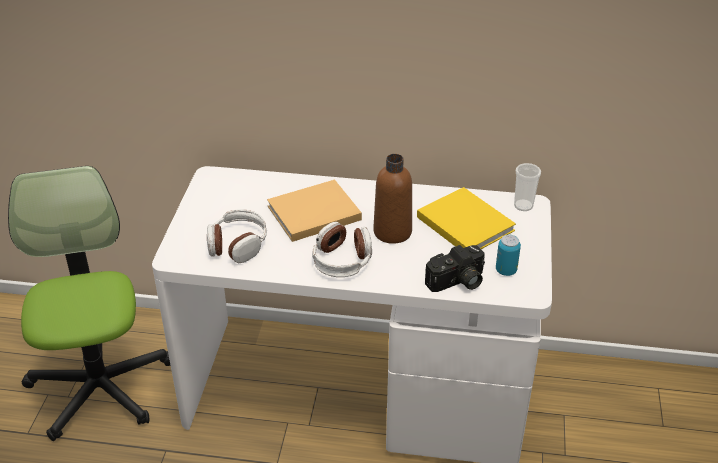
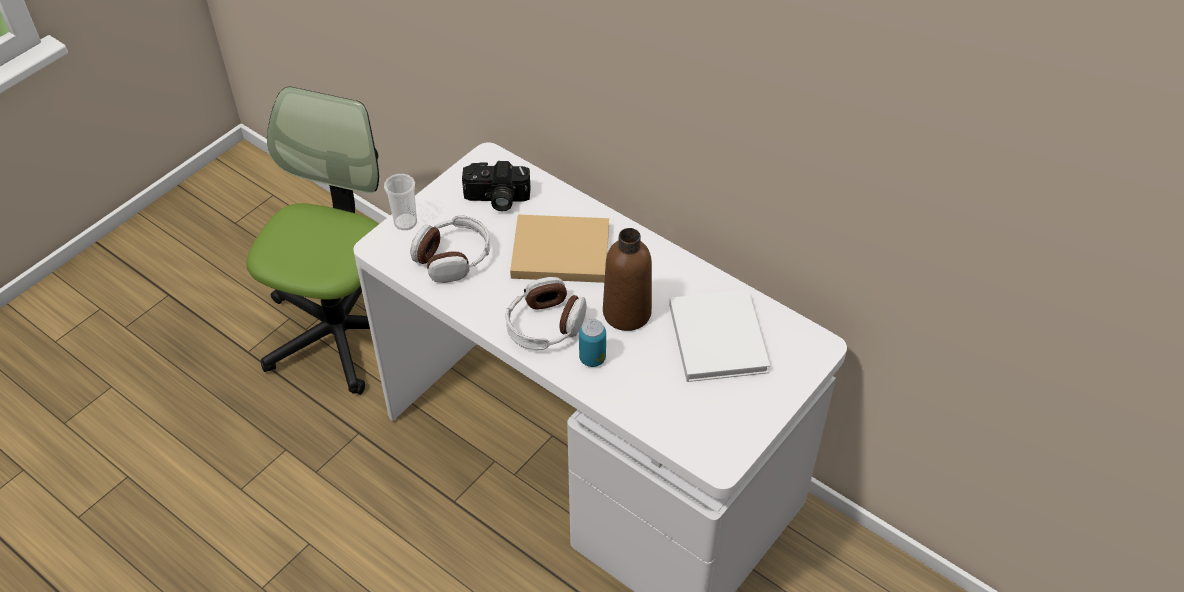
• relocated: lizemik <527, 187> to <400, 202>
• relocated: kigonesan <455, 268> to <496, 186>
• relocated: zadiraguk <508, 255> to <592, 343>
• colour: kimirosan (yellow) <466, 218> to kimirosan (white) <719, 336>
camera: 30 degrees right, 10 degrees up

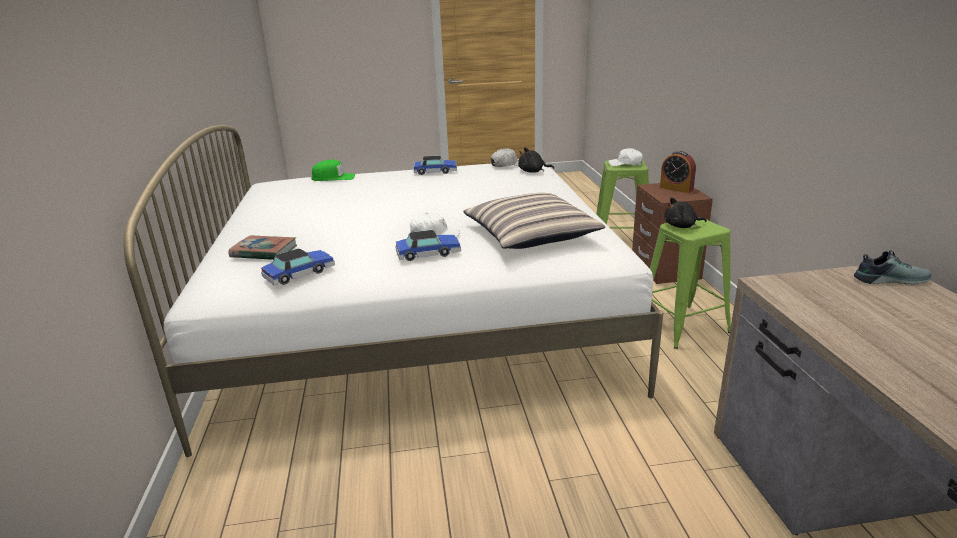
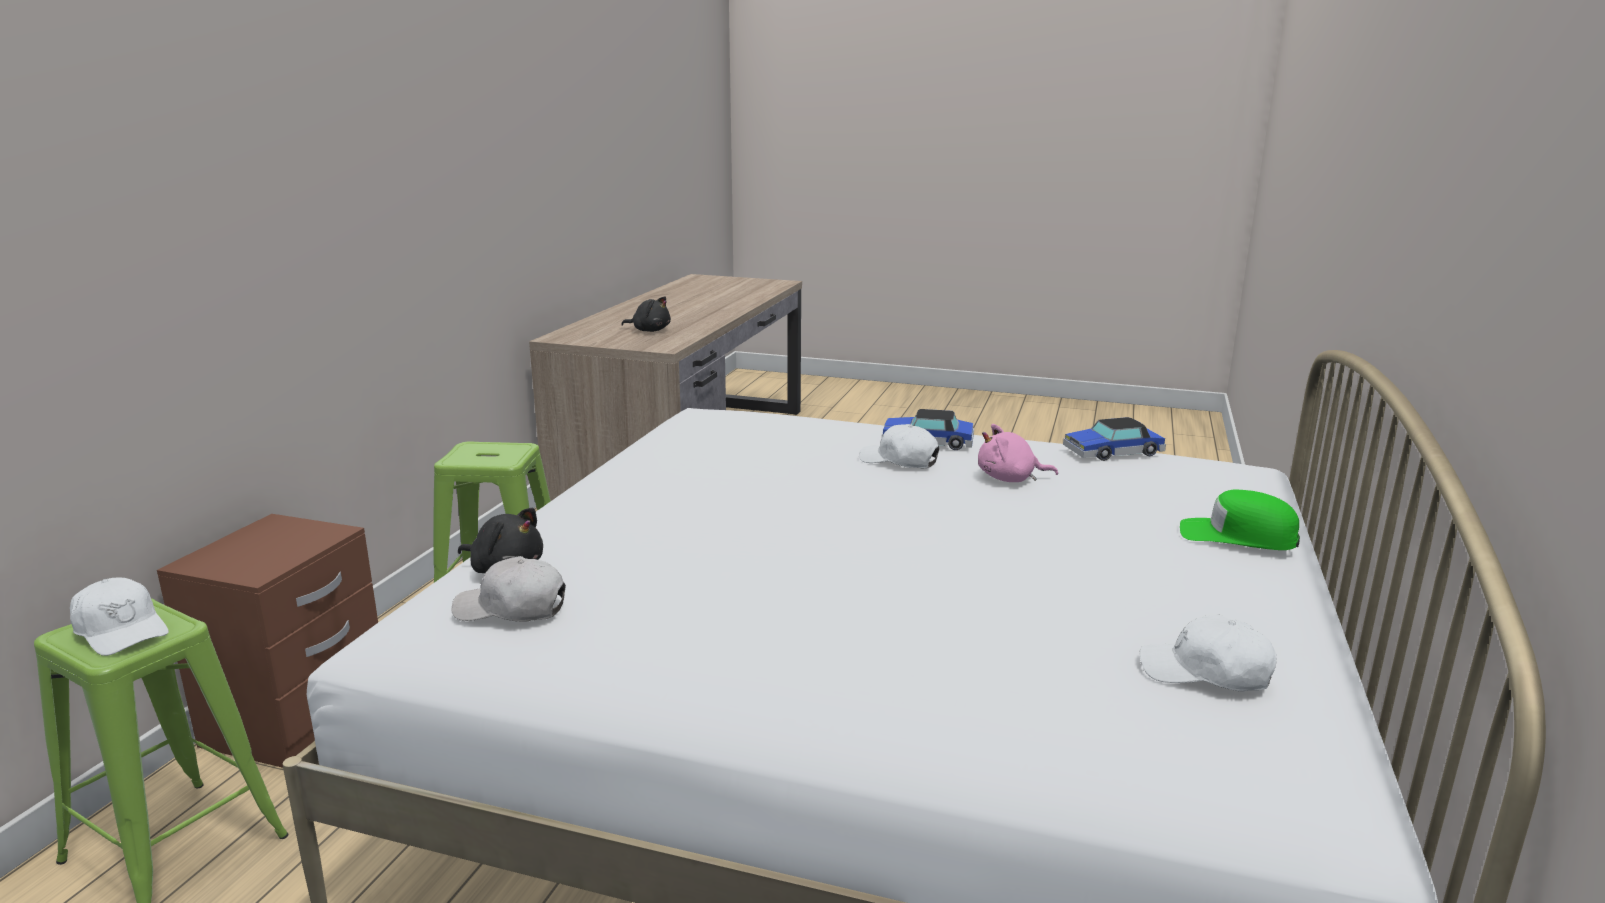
• relocated: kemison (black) <685, 212> to <646, 314>
• appeared: kemison (pink) <1018, 453>
• appeared: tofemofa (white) <1208, 652>
• relocated: tofemofa (green) <333, 170> to <1240, 520>
• missing: kimirosan <262, 247>
• missing: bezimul <435, 165>
• missing: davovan <534, 221>
• missing: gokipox <678, 172>
• missing: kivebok <892, 267>
camera: 155 degrees left, 5 degrees down

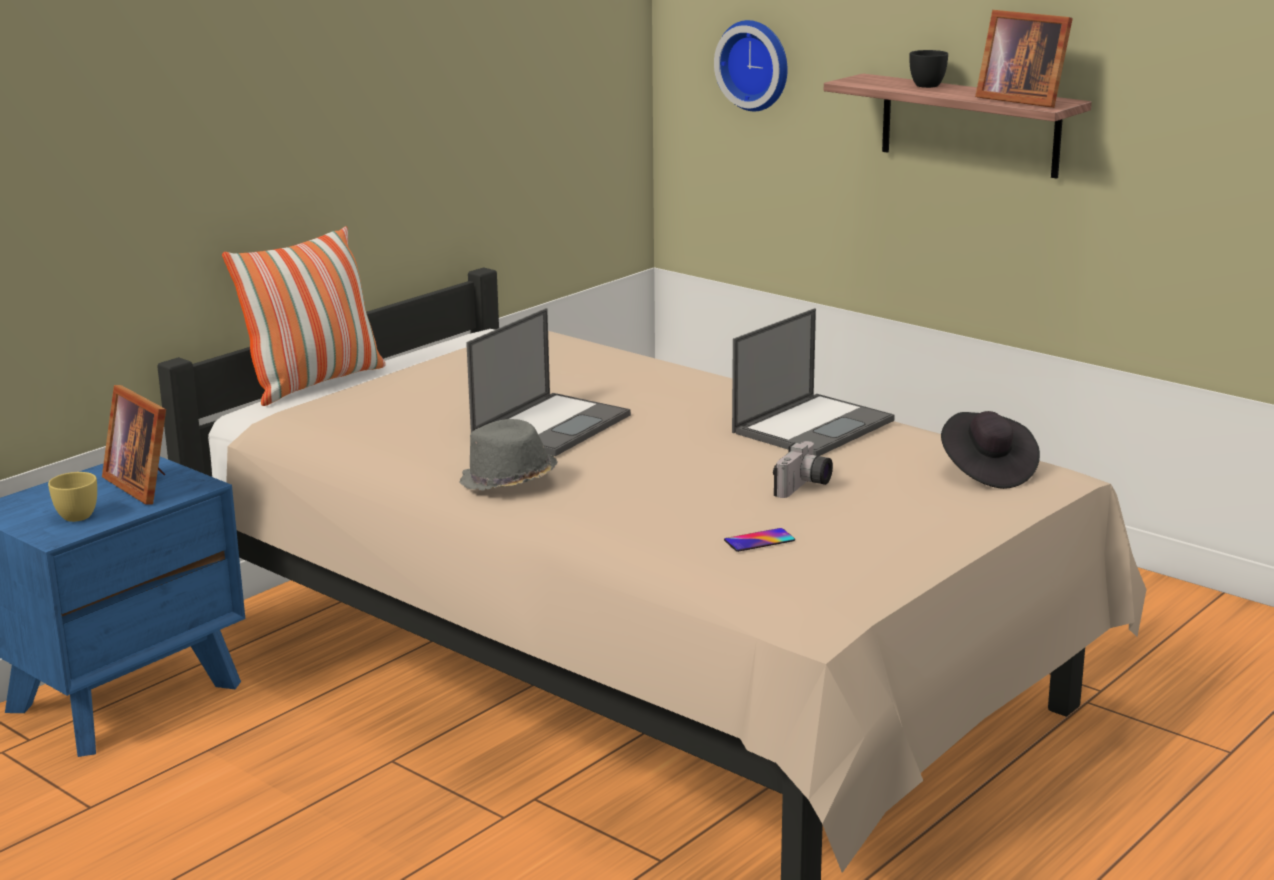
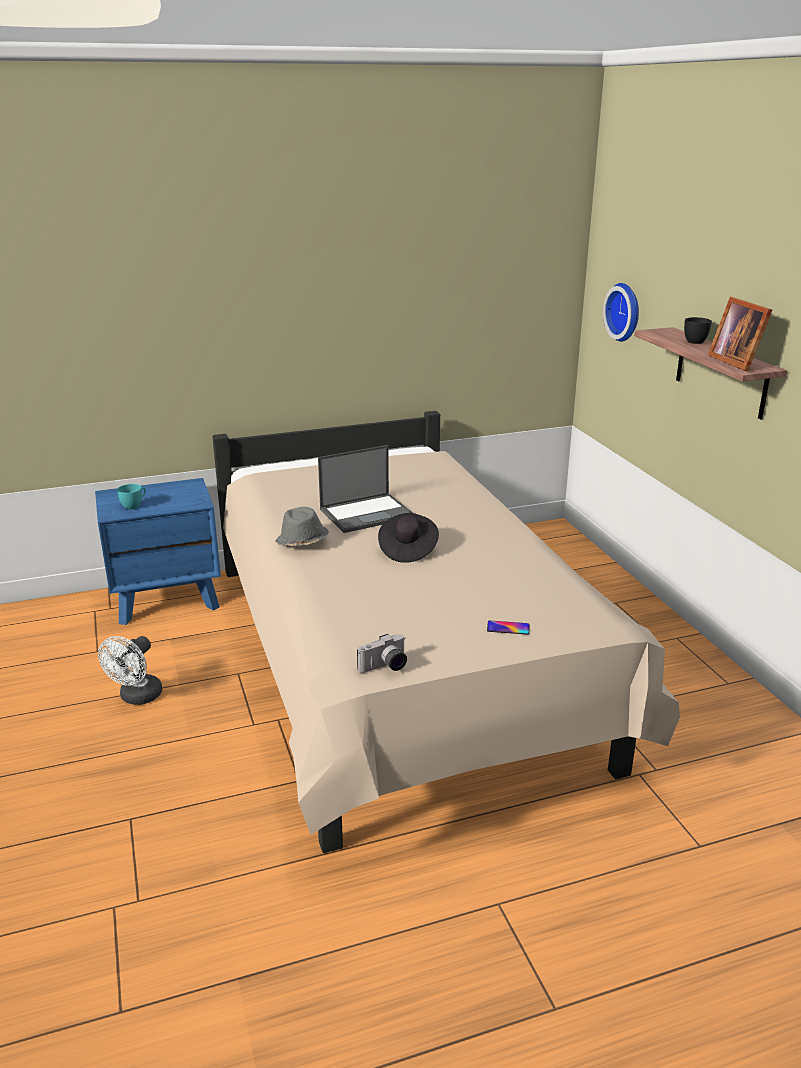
• appeared: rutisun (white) <130, 670>
• colour: lizemik (yellow) <72, 497> to lizemik (turquoise) <131, 496>
• relocated: kigonesan <803, 469> to <382, 653>
• relocated: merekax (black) <990, 450> to <408, 538>
• relocated: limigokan <759, 540> to <508, 627>
• missing: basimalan <134, 445>
• missing: davovan <304, 316>
• missing: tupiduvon <813, 382>
camera: 30 degrees right, 5 degrees up

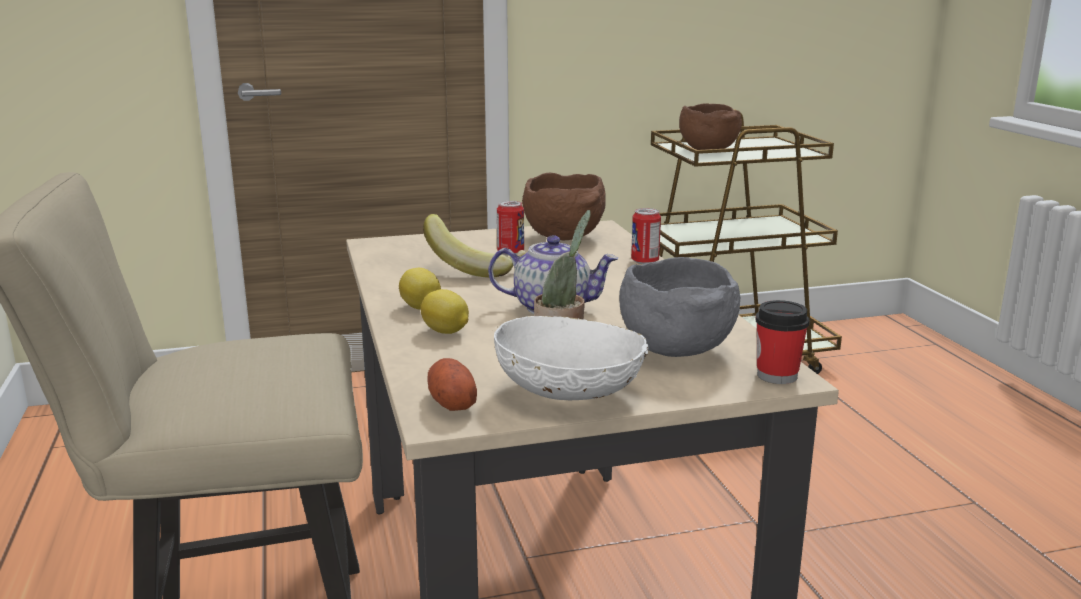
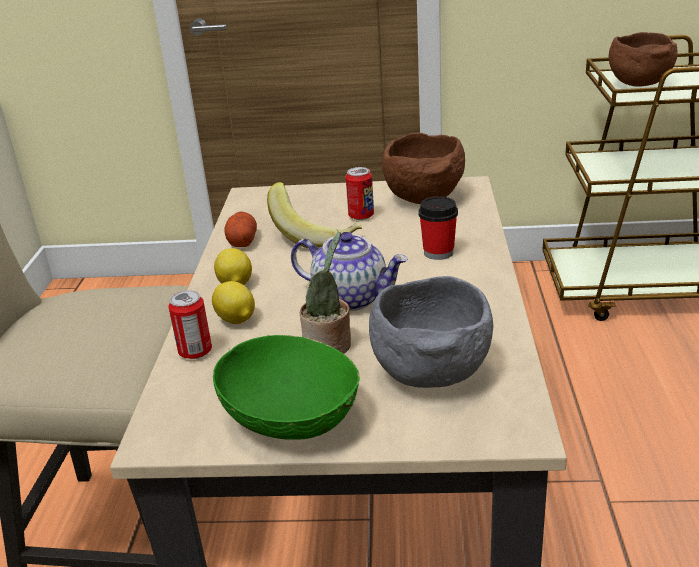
• relocated: zadiraguk <646, 236> to <190, 324>
• colour: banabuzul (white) <571, 358> to banabuzul (green) <286, 387>
• relocated: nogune <452, 384> to <240, 229>
• relocated: lizemik <782, 342> to <438, 228>
camera: 20 degrees right, 10 degrees up

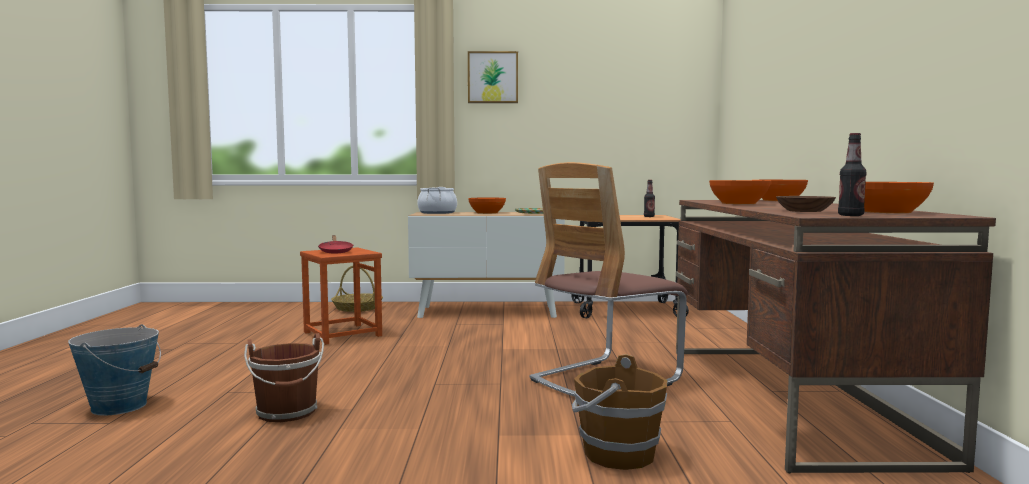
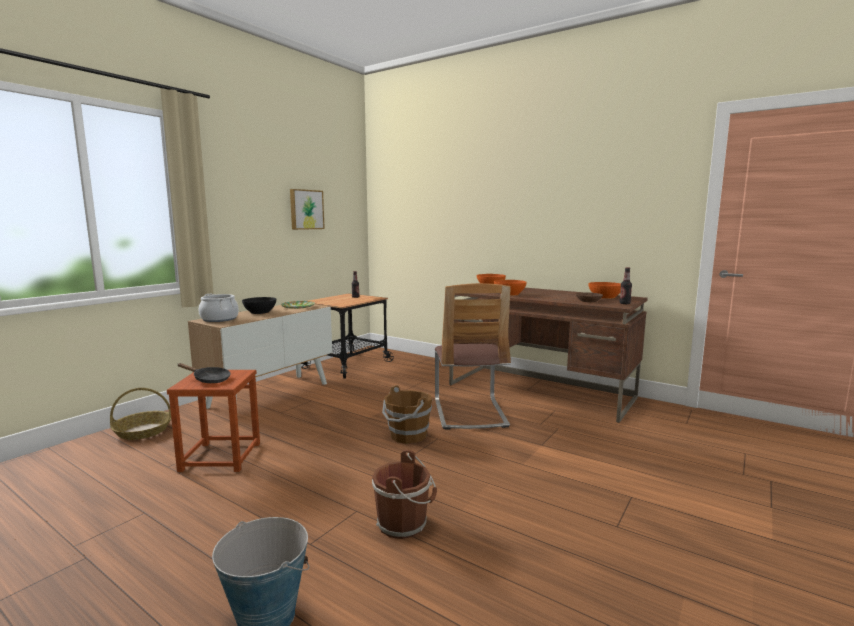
• colour: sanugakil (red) <335, 244> to sanugakil (black) <204, 373>
• colour: banabuzul (orange) <487, 205> to banabuzul (black) <259, 305>
• relocated: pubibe <493, 77> to <307, 209>
• relocated: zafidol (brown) <620, 412> to <407, 414>
camera: 55 degrees left, 5 degrees up

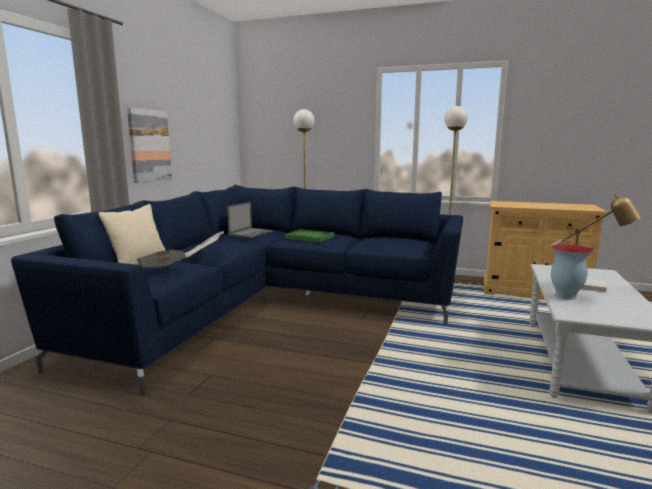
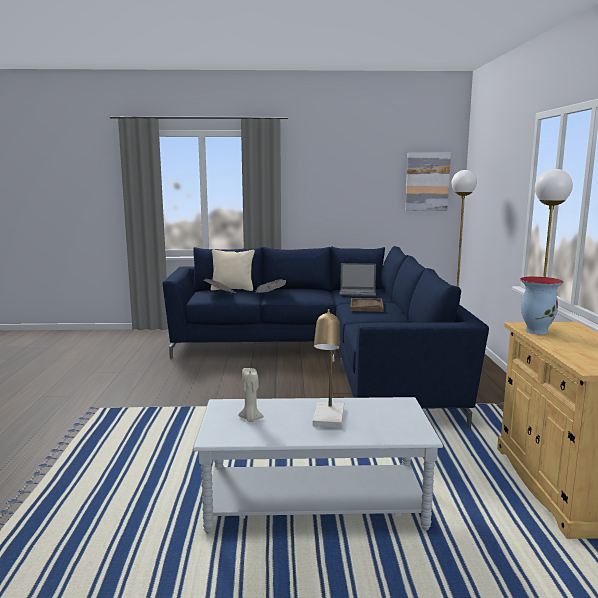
• appeared: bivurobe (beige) <251, 395>
• colour: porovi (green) <309, 235> to porovi (brown) <367, 305>
• relocated: pubibe <149, 145> to <428, 182>
• relocated: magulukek <572, 272> to <542, 305>
camera: 70 degrees right, 0 degrees up

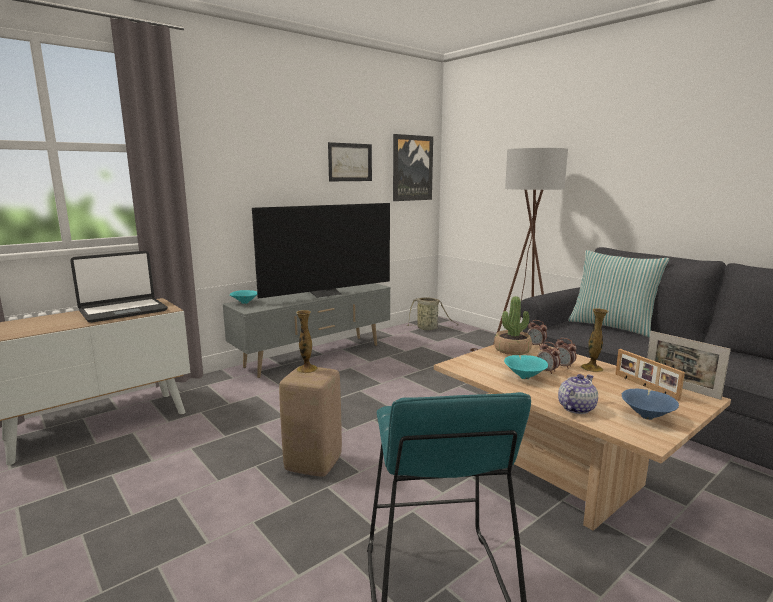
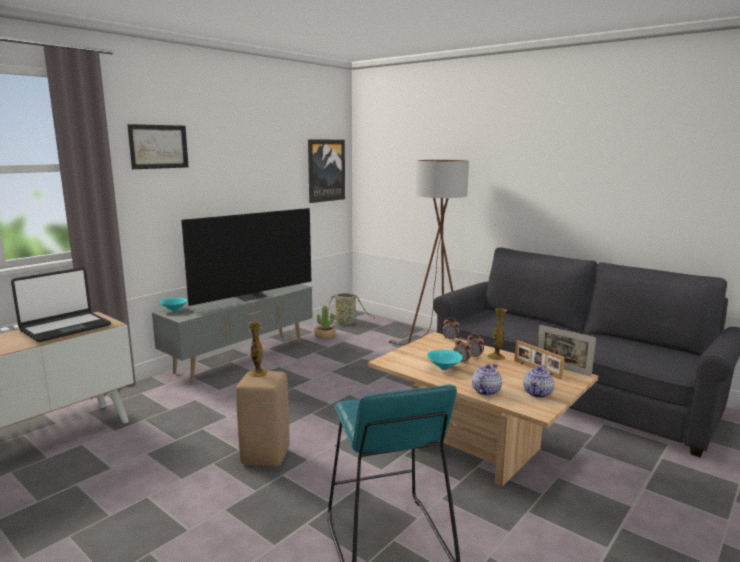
• relocated: pubibe <350, 161> to <158, 146>
• relocated: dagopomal <513, 325> to <325, 322>
• exchanged: banabuzul (blue) <650, 404> to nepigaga <538, 381>
• missing: davovan <618, 294>
camera: 10 degrees left, 0 degrees up

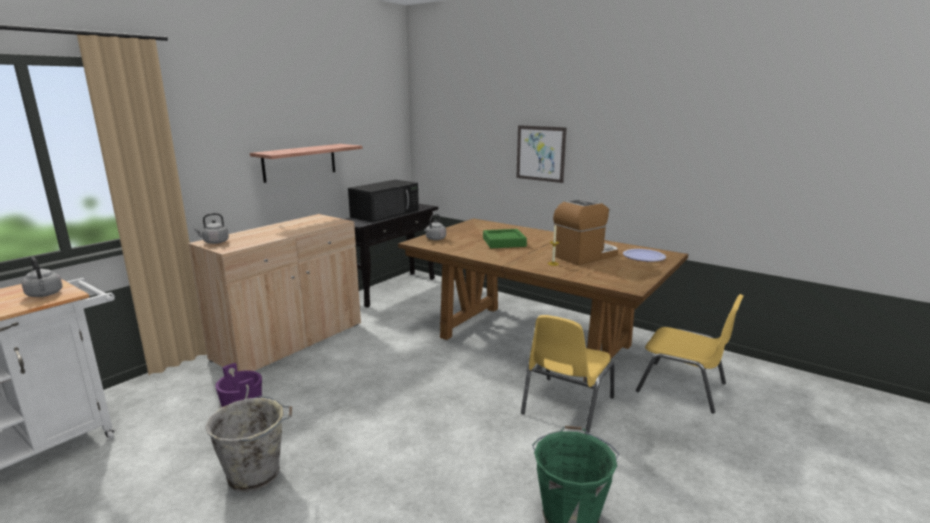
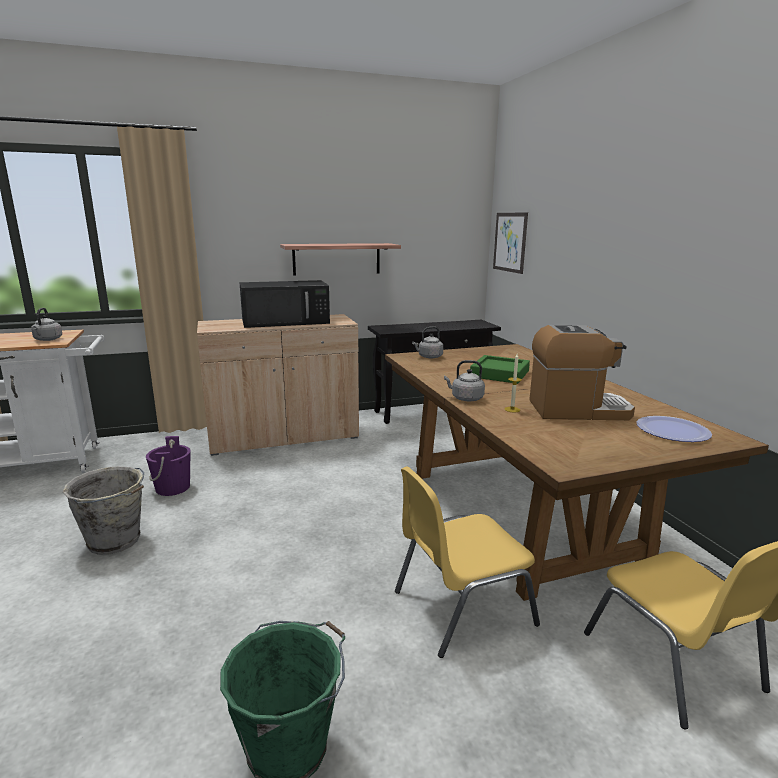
• relocated: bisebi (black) <383, 201> to <285, 304>
• relocated: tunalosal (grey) <211, 228> to <464, 380>
• relocated: pubibe <541, 154> to <510, 243>
camera: 35 degrees right, 0 degrees up

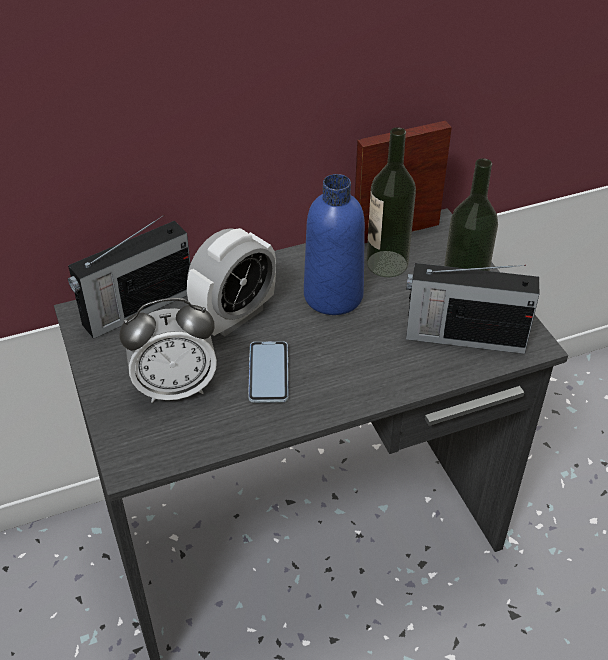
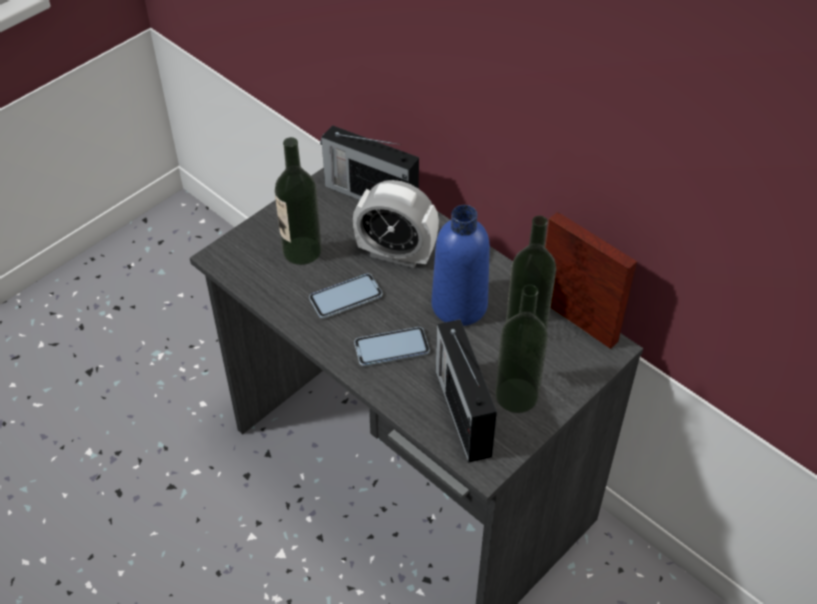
• exchanged: gokipox <168, 350> to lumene <298, 201>
• appeared: limigokan <392, 346>
camera: 65 degrees right, 5 degrees up

